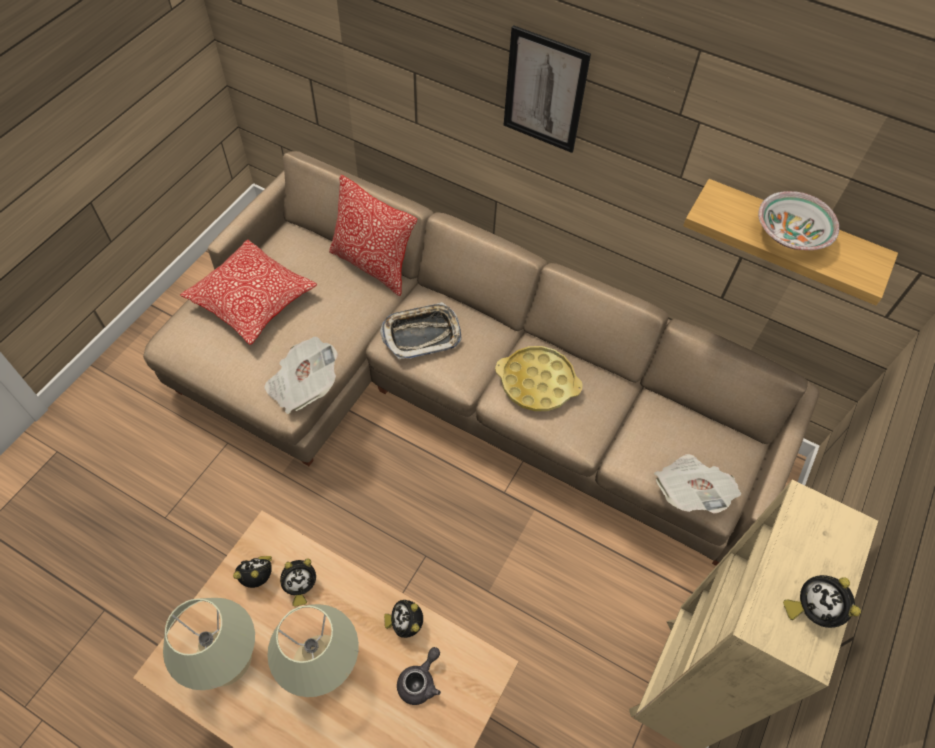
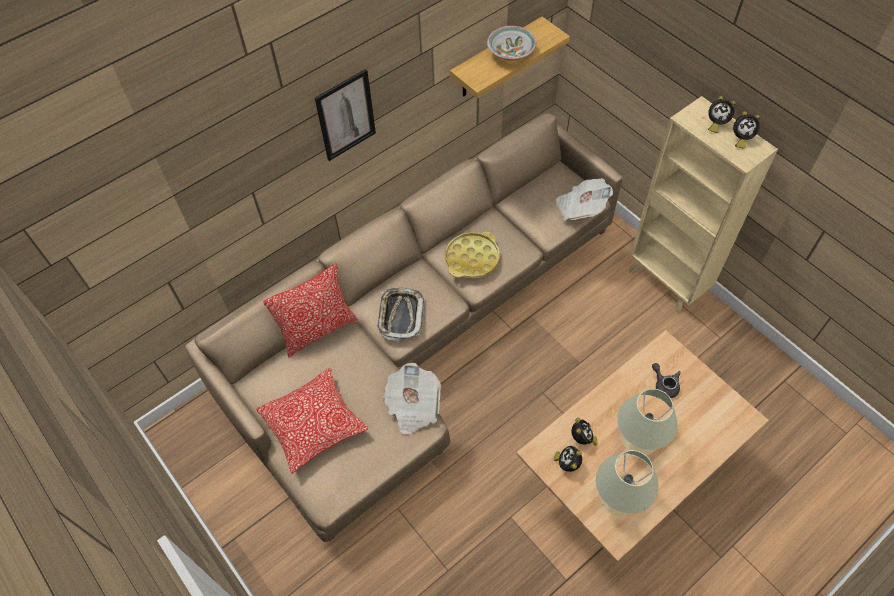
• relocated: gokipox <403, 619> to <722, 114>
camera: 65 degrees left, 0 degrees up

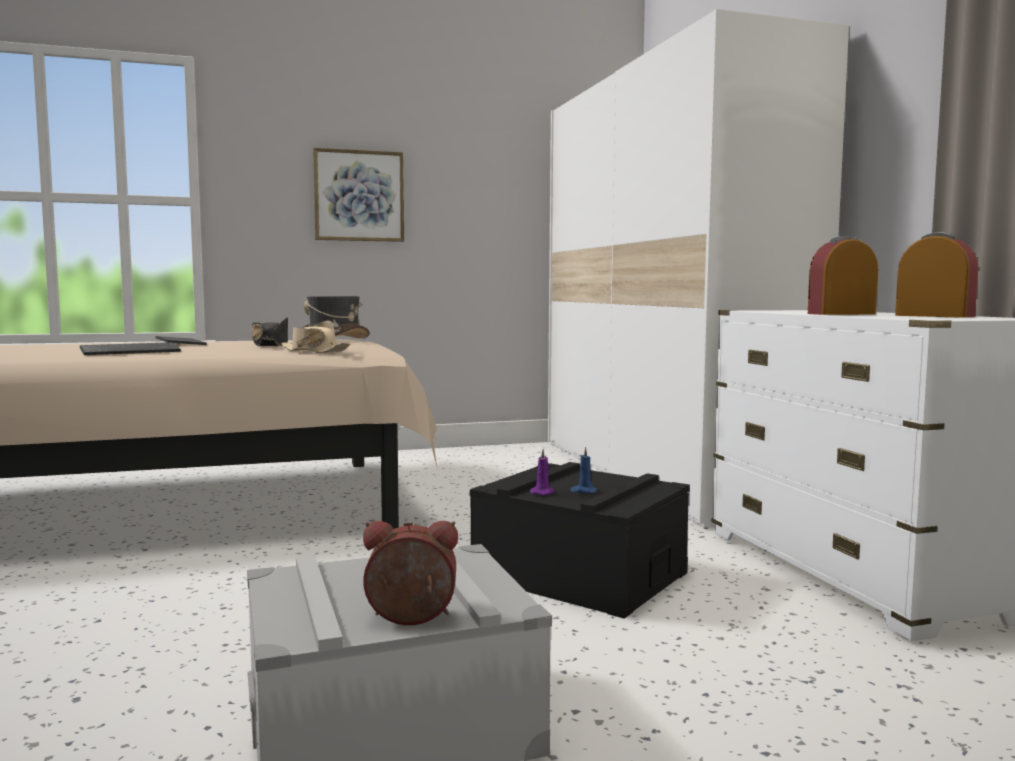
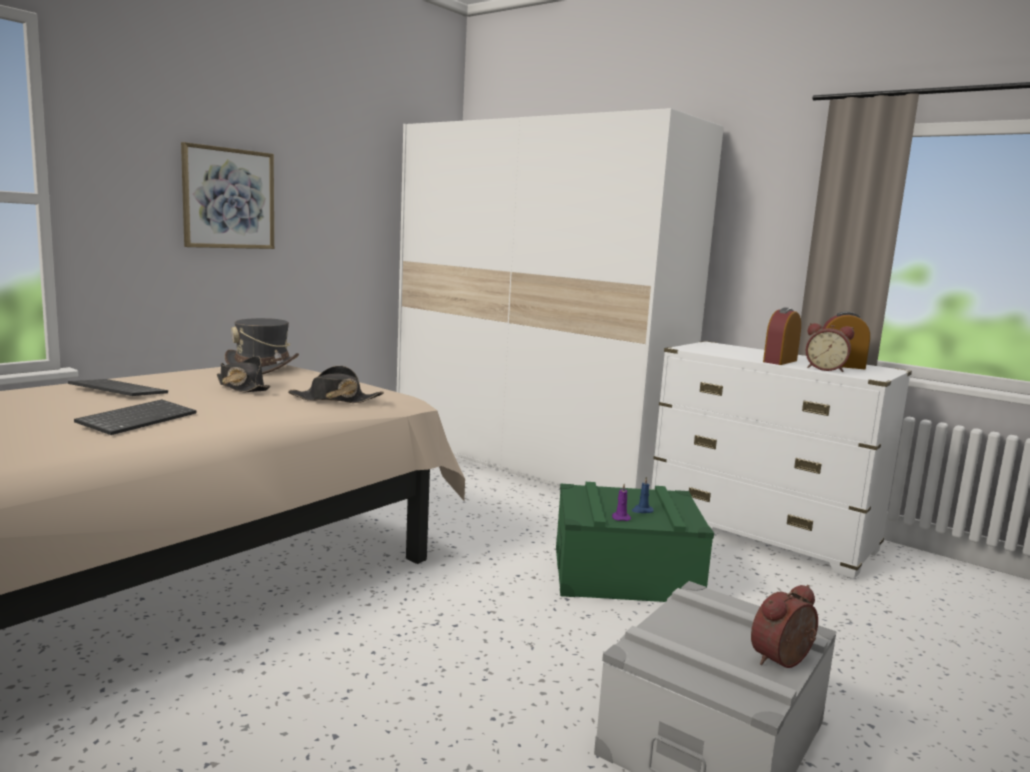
• colour: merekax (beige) <316, 337> to merekax (black) <336, 384>
• colour: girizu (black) <580, 540> to girizu (green) <635, 542>
• appeared: gokipox <830, 347>
camera: 35 degrees left, 5 degrees up

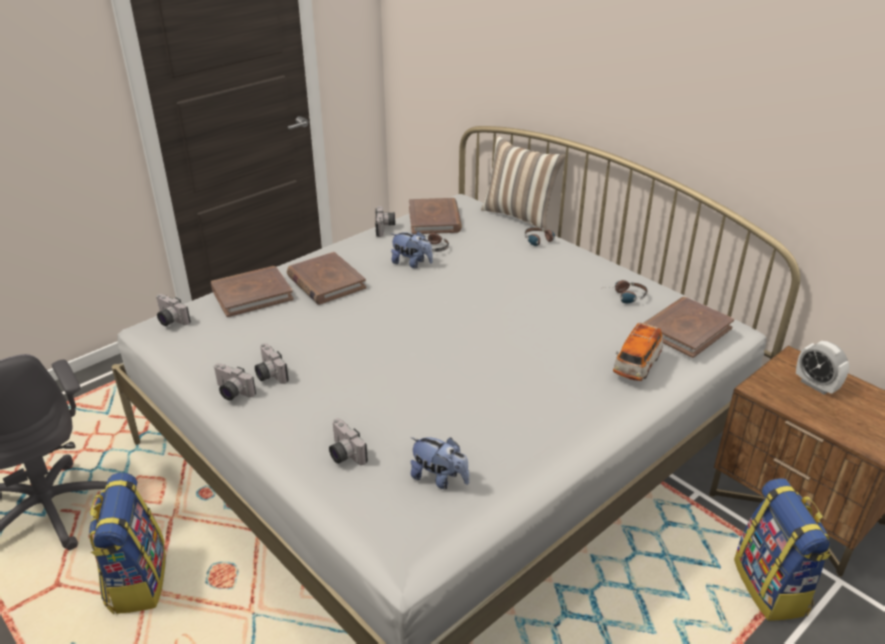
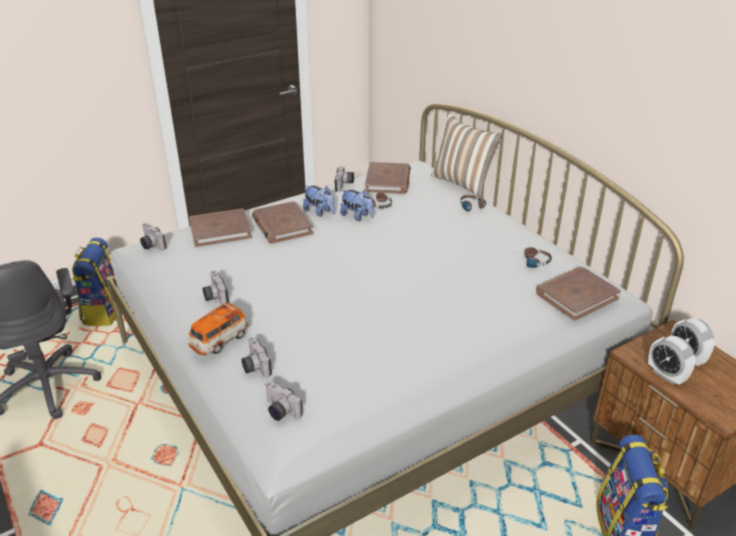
• relocated: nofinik <127, 544> to <94, 282>
• relocated: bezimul <638, 351> to <218, 329>
• relocated: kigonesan <234, 382> to <284, 401>
• relocated: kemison <440, 463> to <319, 201>
• appeared: gokipox <672, 360>
camera: 10 degrees right, 0 degrees up

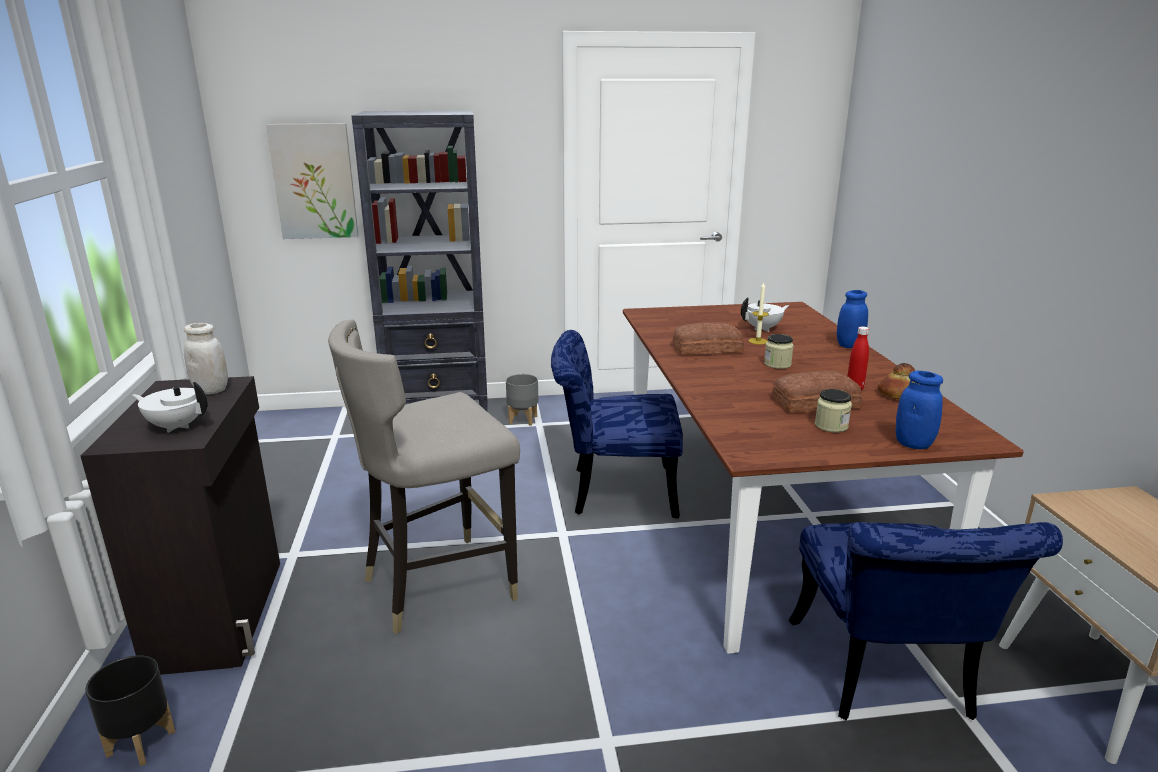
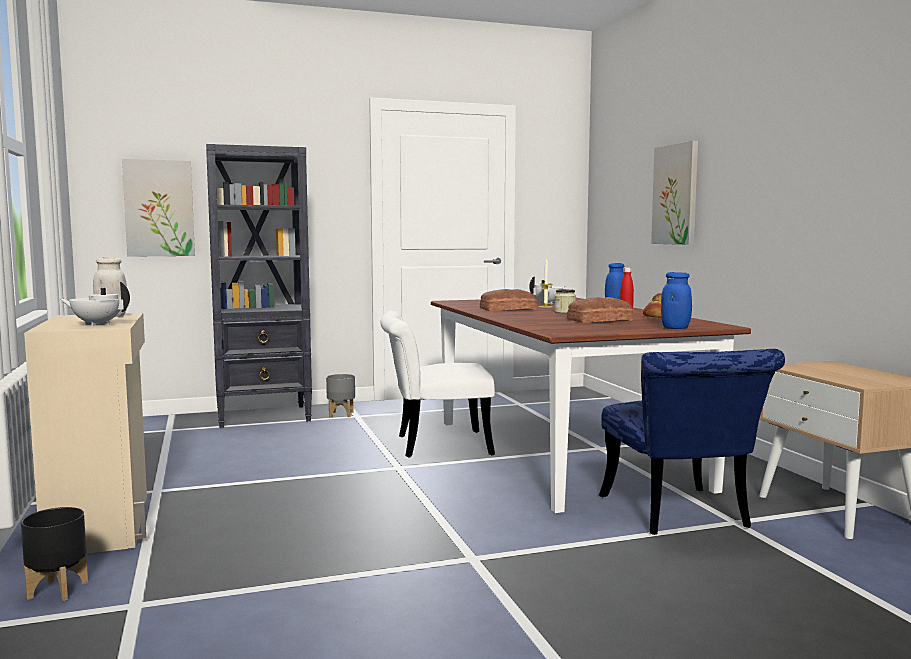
• colour: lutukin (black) <180, 525> to lutukin (beige) <85, 433>
• colour: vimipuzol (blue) <617, 424> to vimipuzol (white) <437, 384>
• appeared: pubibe <674, 193>
• missing: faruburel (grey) <424, 476>
• missing: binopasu <833, 411>
camera: 10 degrees left, 15 degrees down

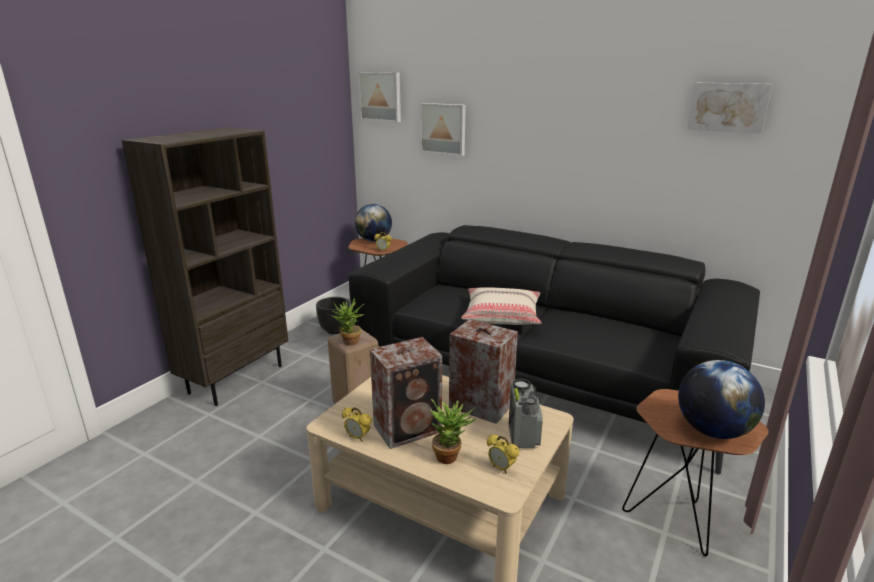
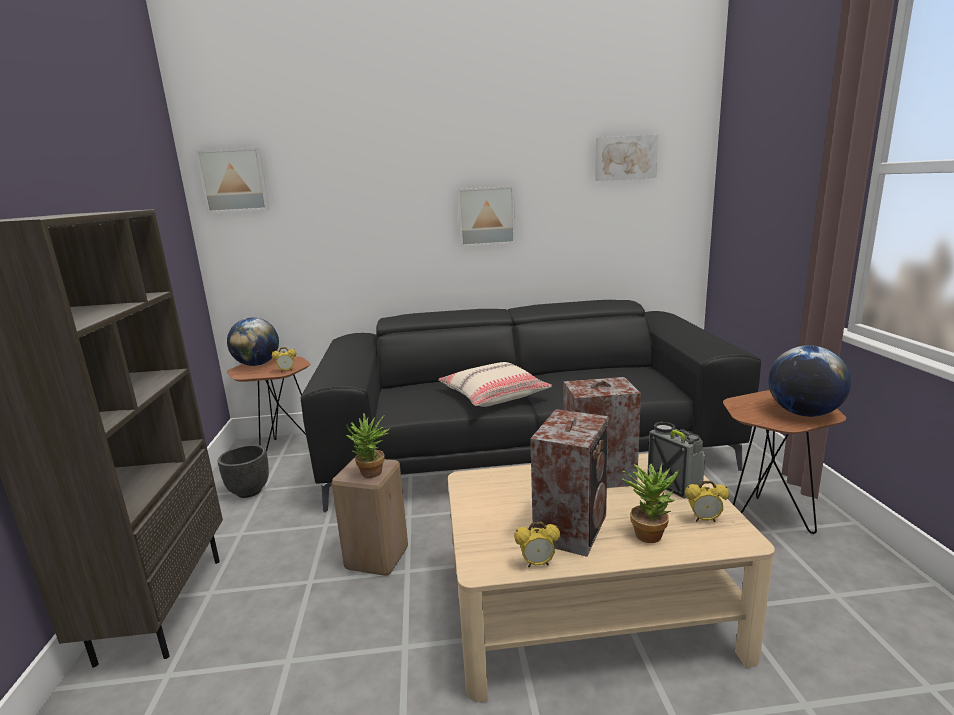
• relocated: pubibe <443, 129> to <486, 216>
camera: 35 degrees left, 5 degrees down

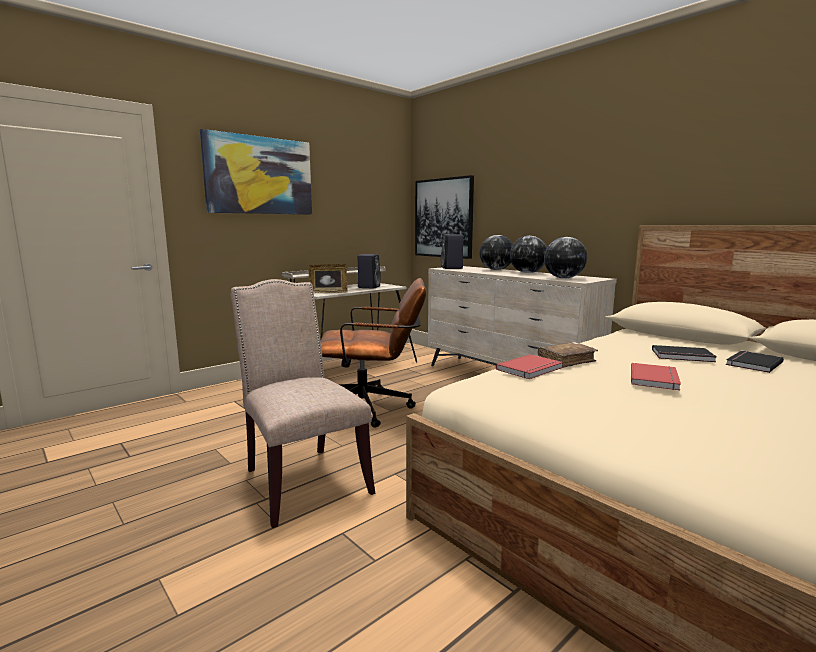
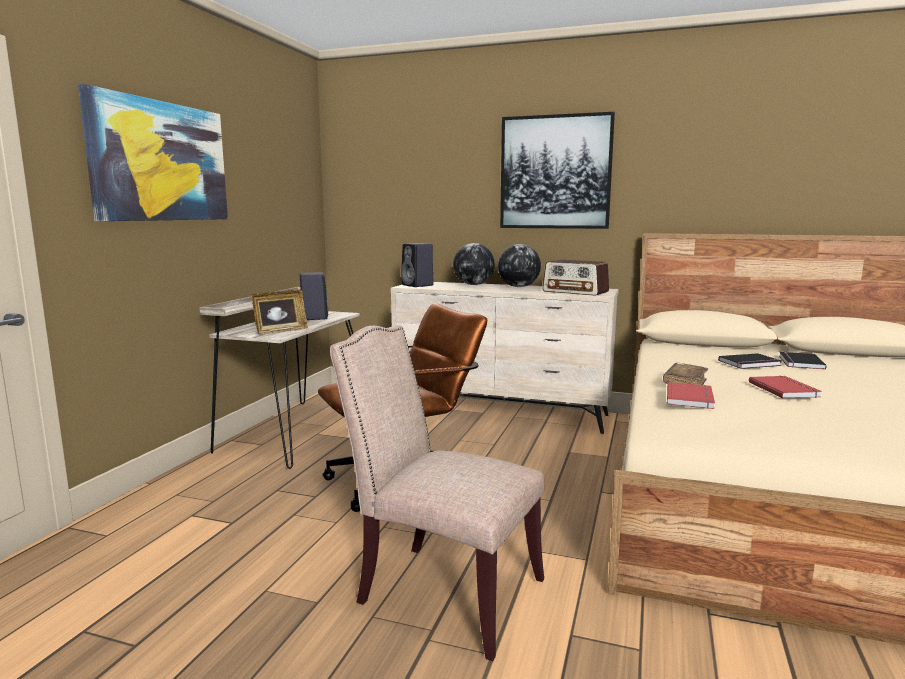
• relocated: pubibe <444, 217> to <557, 170>
• exchanged: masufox <565, 257> to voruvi <575, 278>
camera: 30 degrees left, 0 degrees up

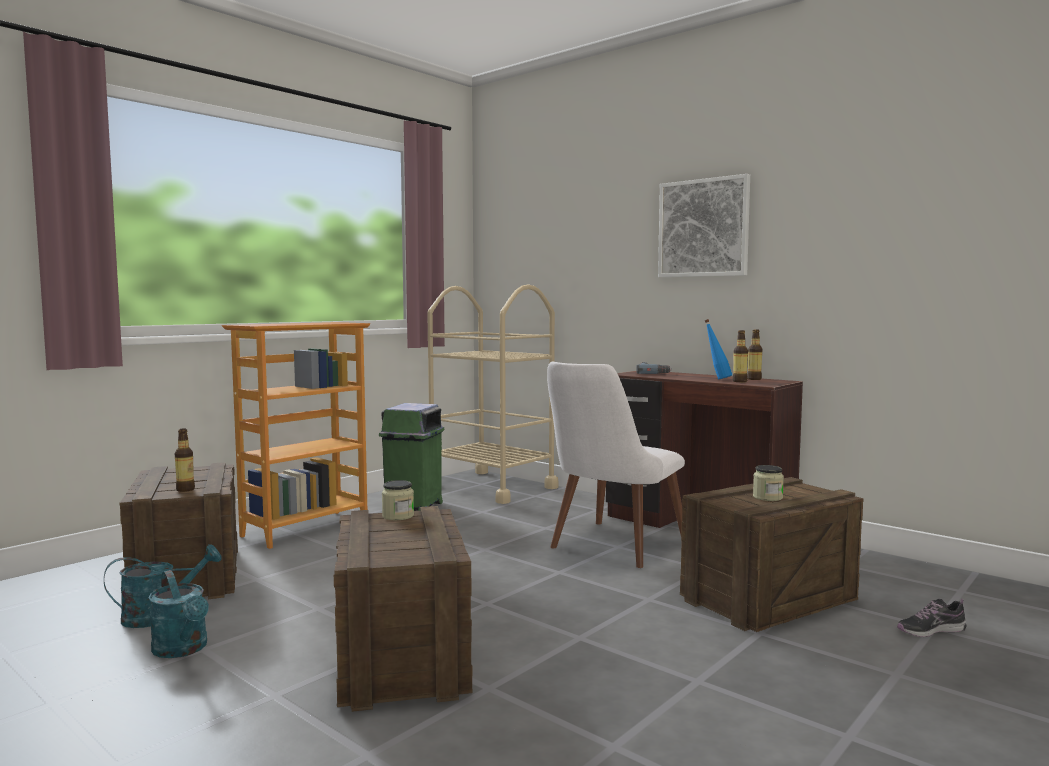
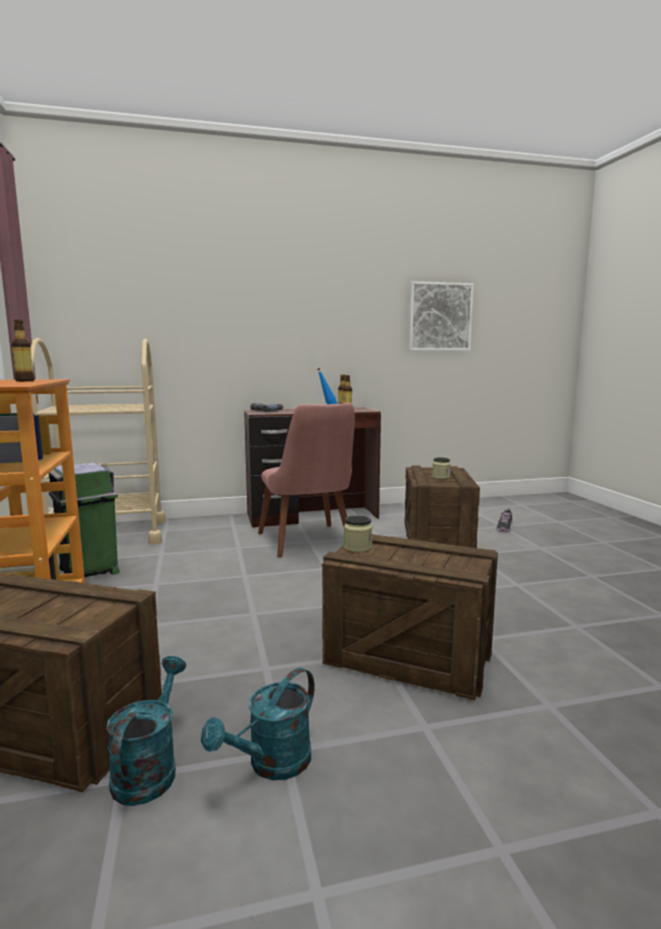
• relocated: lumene <185, 460> to <22, 350>
• spun: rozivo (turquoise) <178, 614> = <258, 724> 135 degrees clockwise
• colour: vimipuzol (white) <616, 464> to vimipuzol (pink) <306, 480>
• relocated: pubibe <704, 225> to <441, 316>
camera: 55 degrees left, 5 degrees up

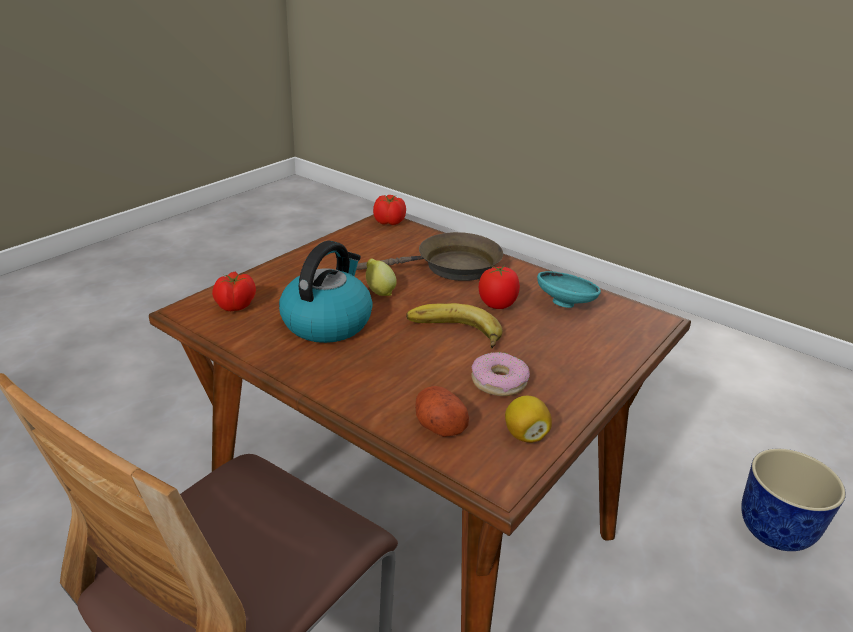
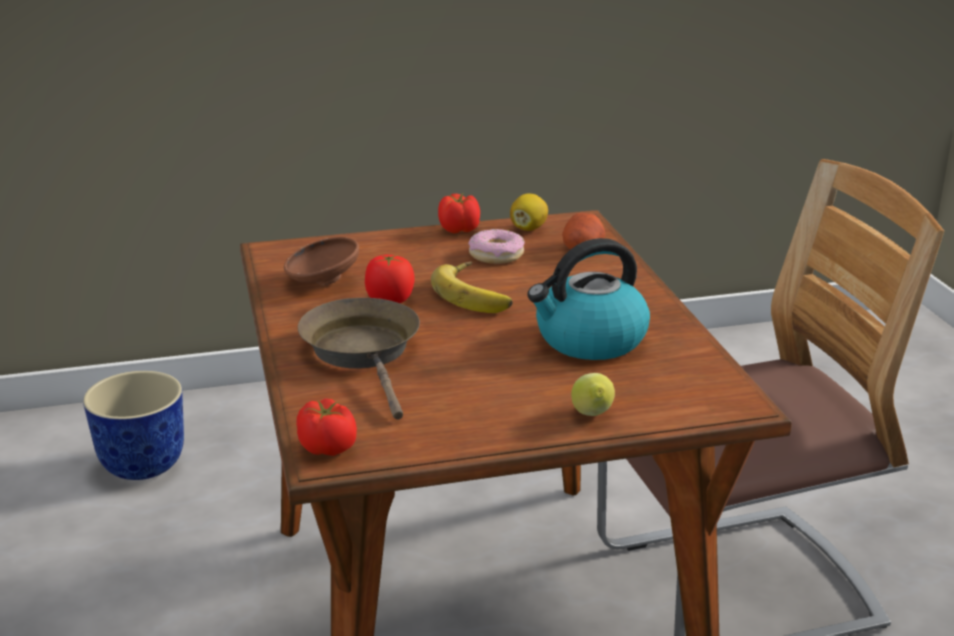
• colour: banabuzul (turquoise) <569, 289> to banabuzul (brown) <321, 261>
• spun: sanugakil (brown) <429, 256> = <359, 359> 45 degrees clockwise
• relocated: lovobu <234, 291> to <459, 213>
• relocated: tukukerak <381, 277> to <593, 394>
camera: 140 degrees left, 5 degrees down

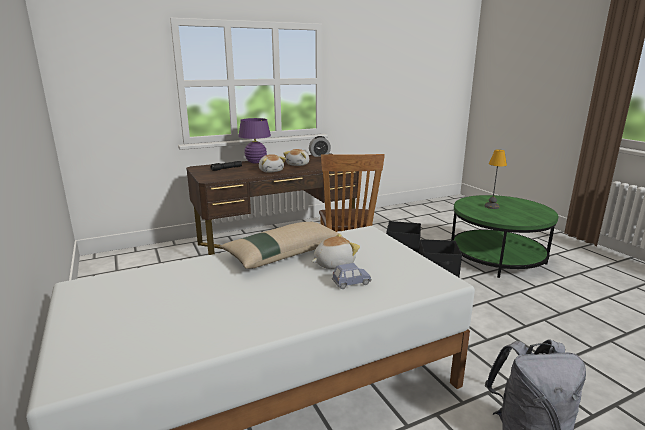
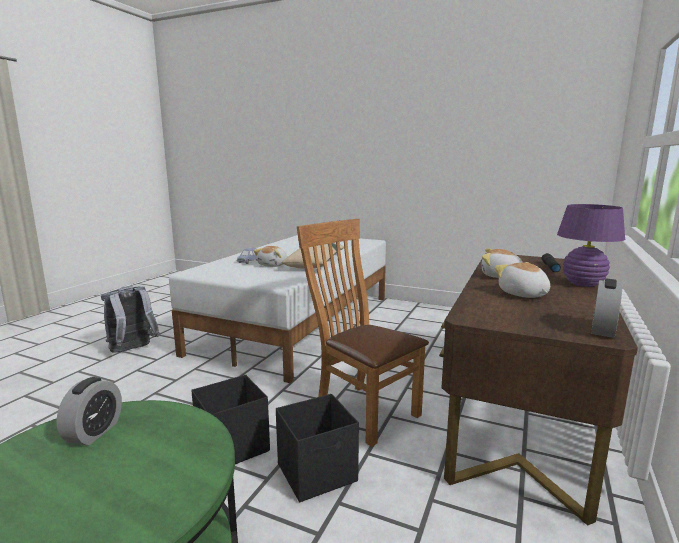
• appeared: gokipox <89, 411>
• missing: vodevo <496, 179>
camera: 140 degrees right, 5 degrees down

